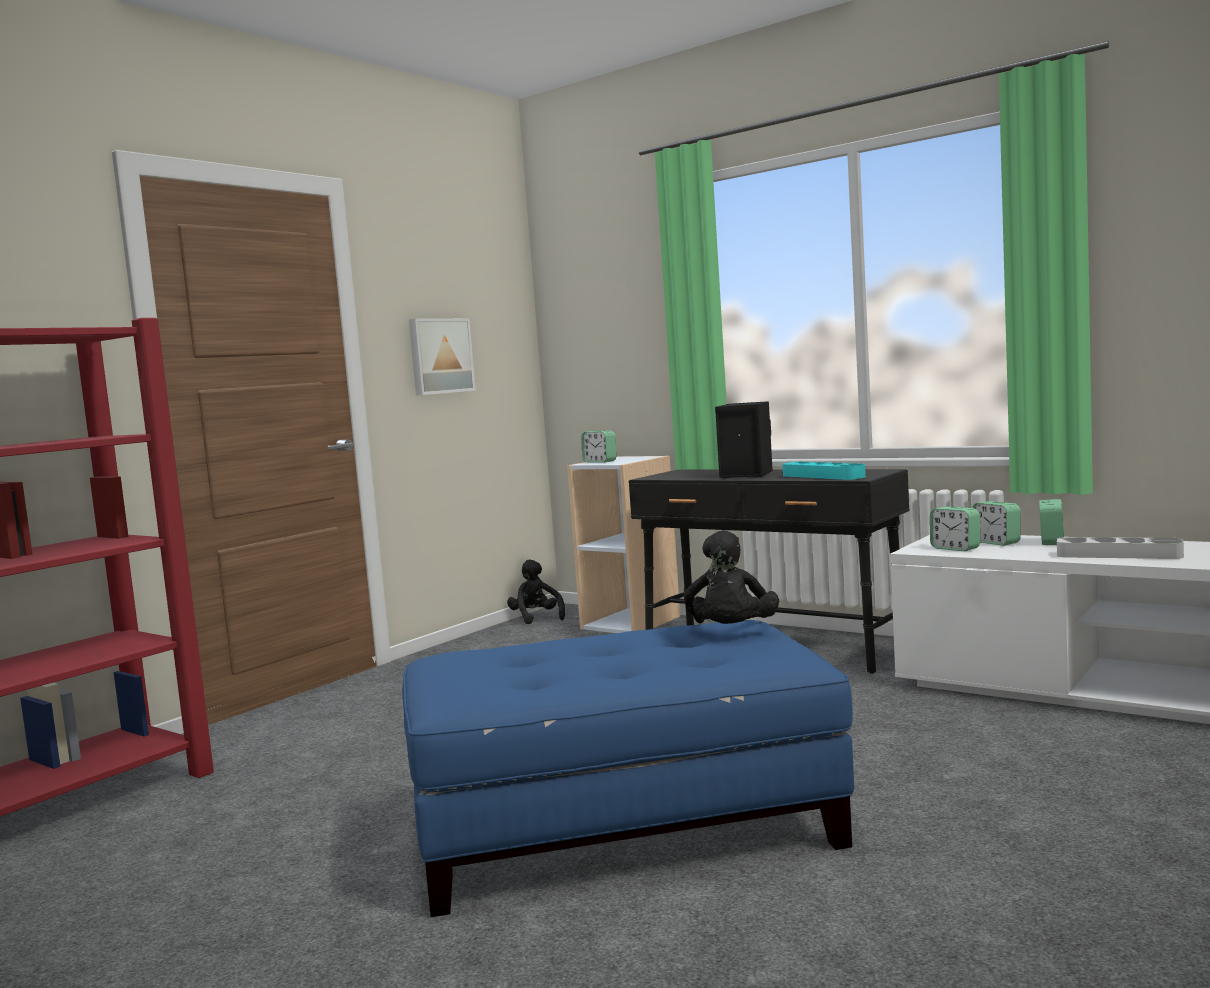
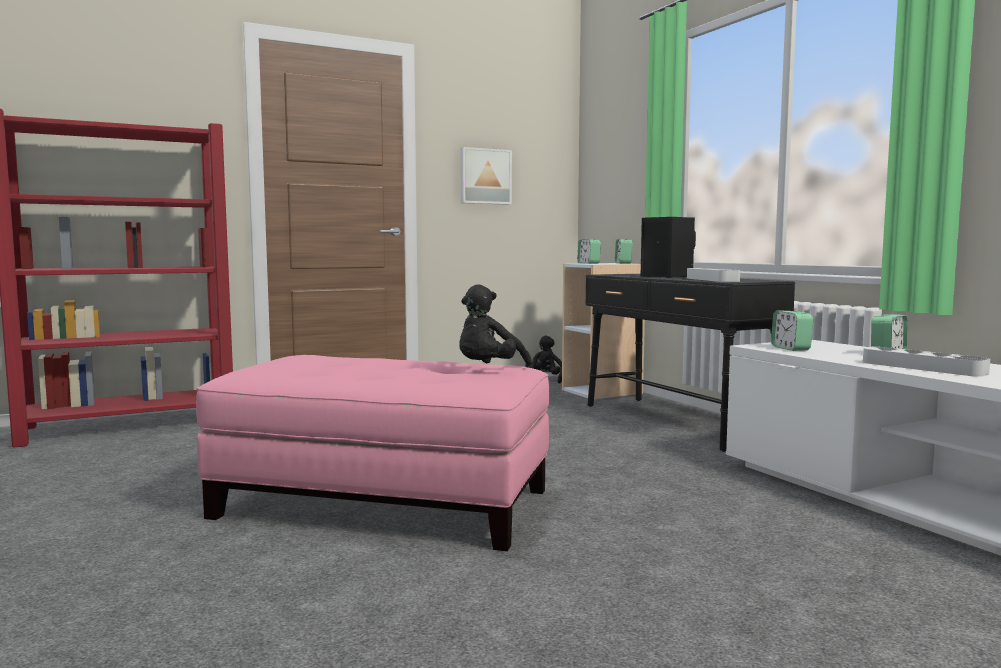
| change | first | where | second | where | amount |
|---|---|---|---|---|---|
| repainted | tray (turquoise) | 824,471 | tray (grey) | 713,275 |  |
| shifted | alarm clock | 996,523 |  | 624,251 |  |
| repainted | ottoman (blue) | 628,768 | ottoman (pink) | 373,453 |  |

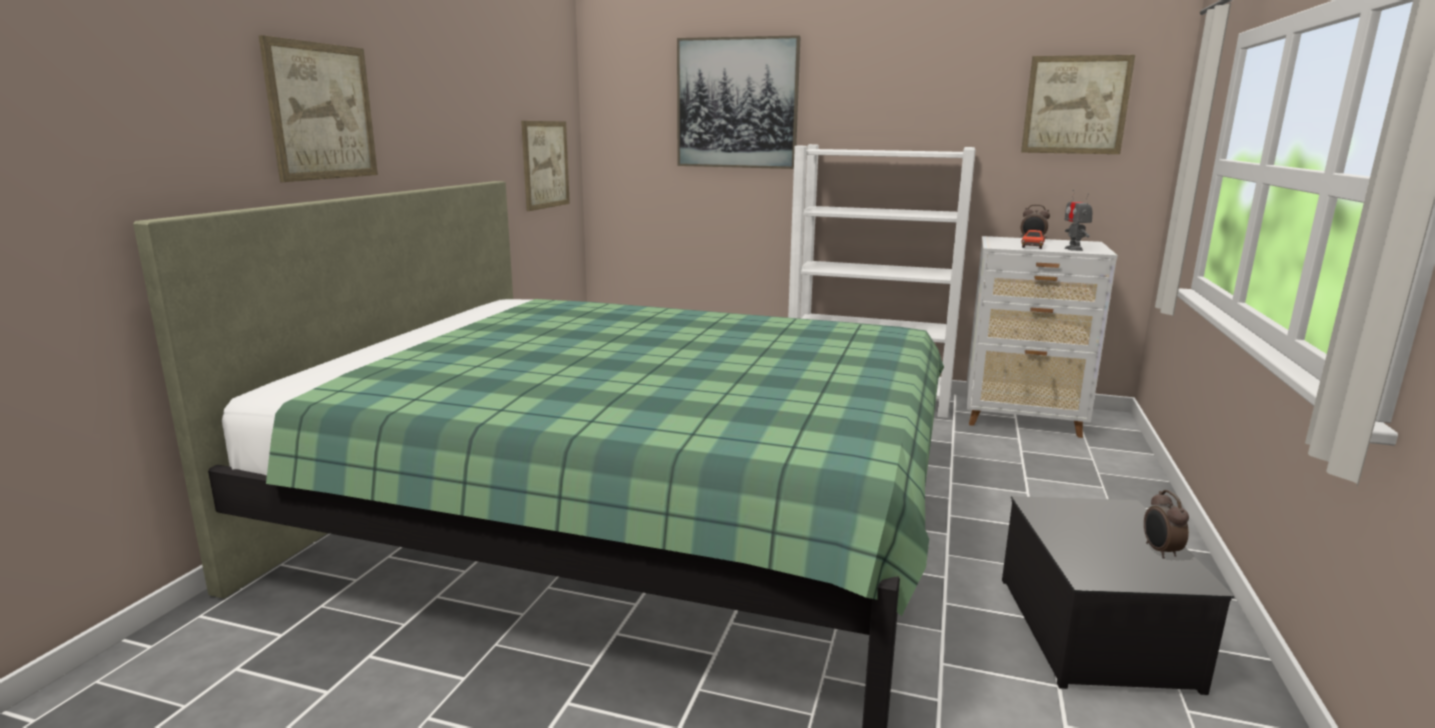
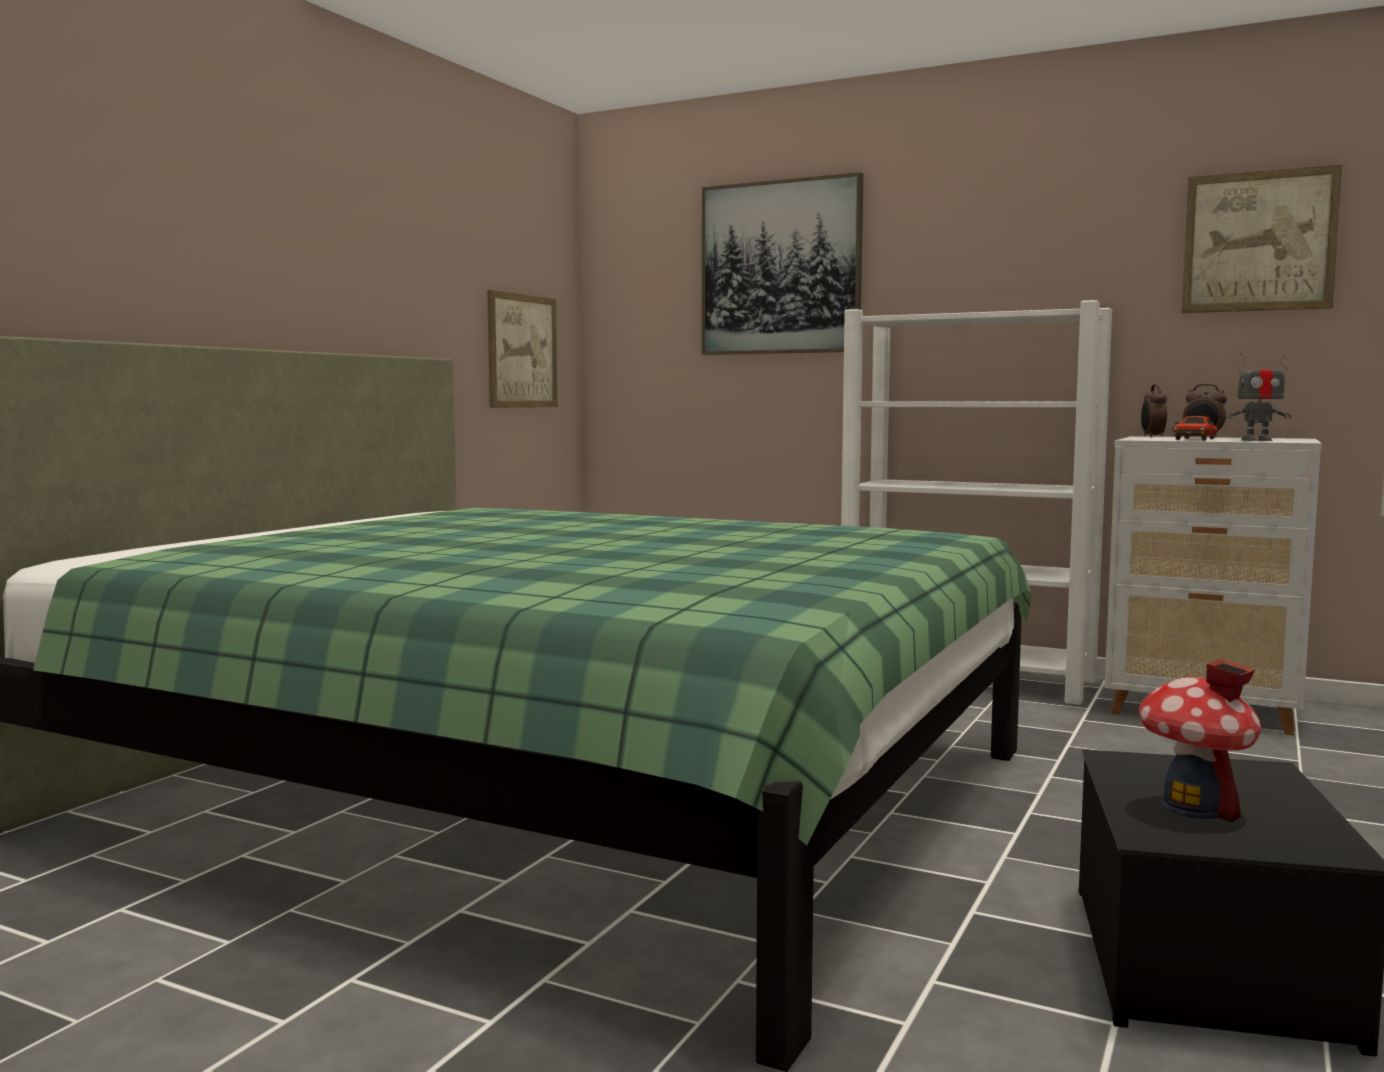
| change | first | where | second | where | amount |
|---|---|---|---|---|---|
| gone | picture | 318,108 |  |  |  |
| rotated | toy robot | 1078,220 |  | 1258,397 | 90 degrees counterclockwise |
| shifted | alarm clock | 1166,524 |  | 1154,410 |  |
| new |  |  | toy house | 1200,740 |  |

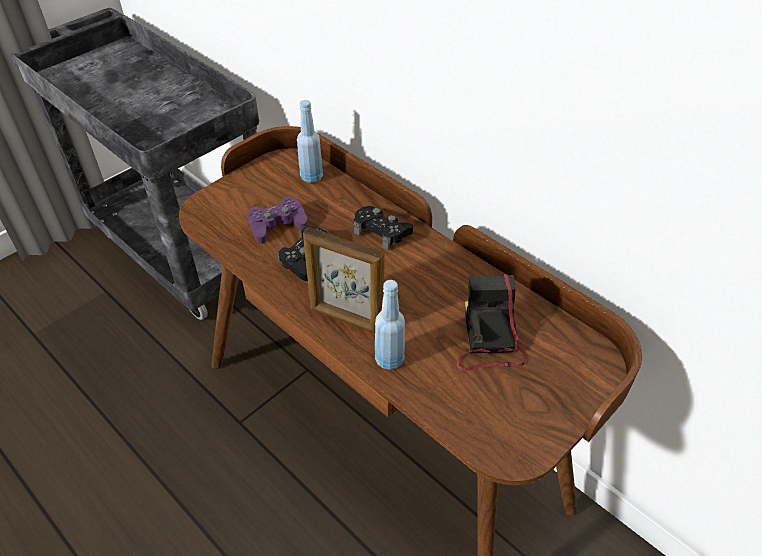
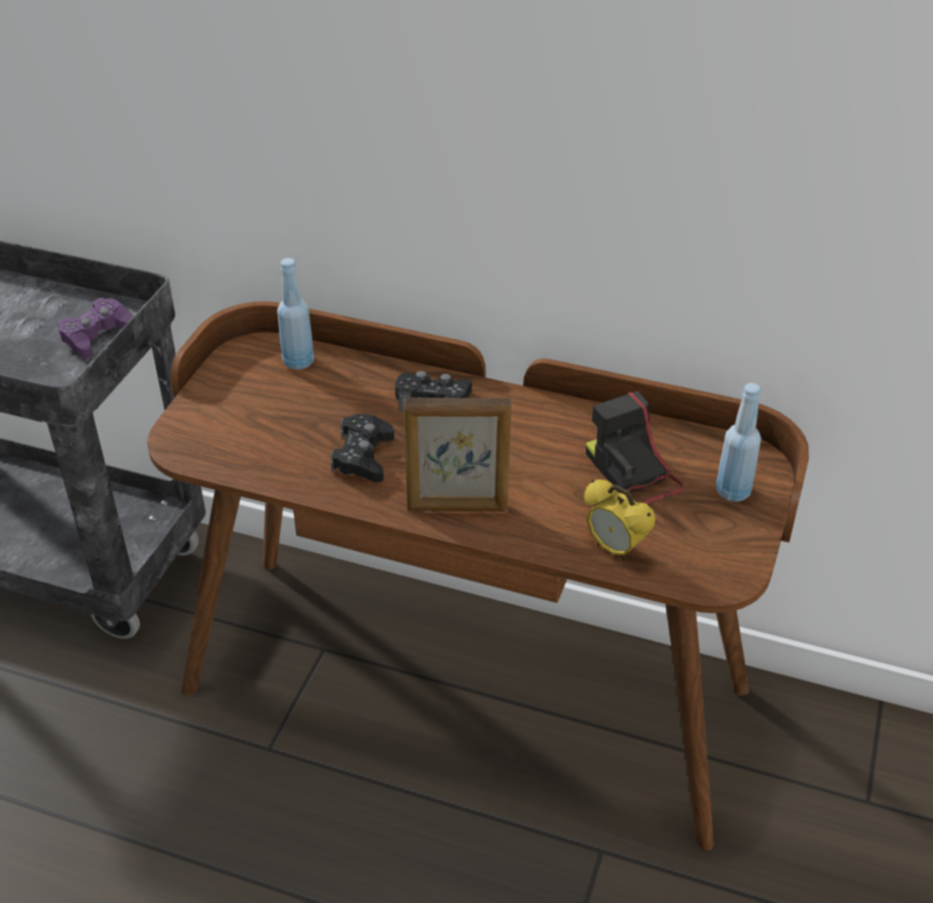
| change | first | where | second | where | amount |
|---|---|---|---|---|---|
| shifted | game controller (purple) | 277,220 |  | 95,328 |  |
| shifted | bottle (blue) | 390,325 |  | 738,442 |  |
| new |  |  | alarm clock | 620,520 |  |

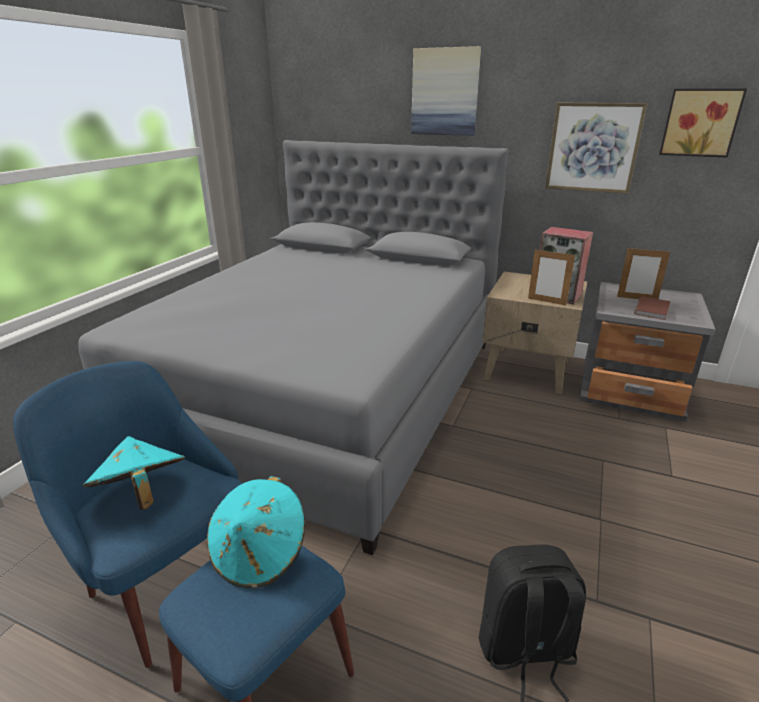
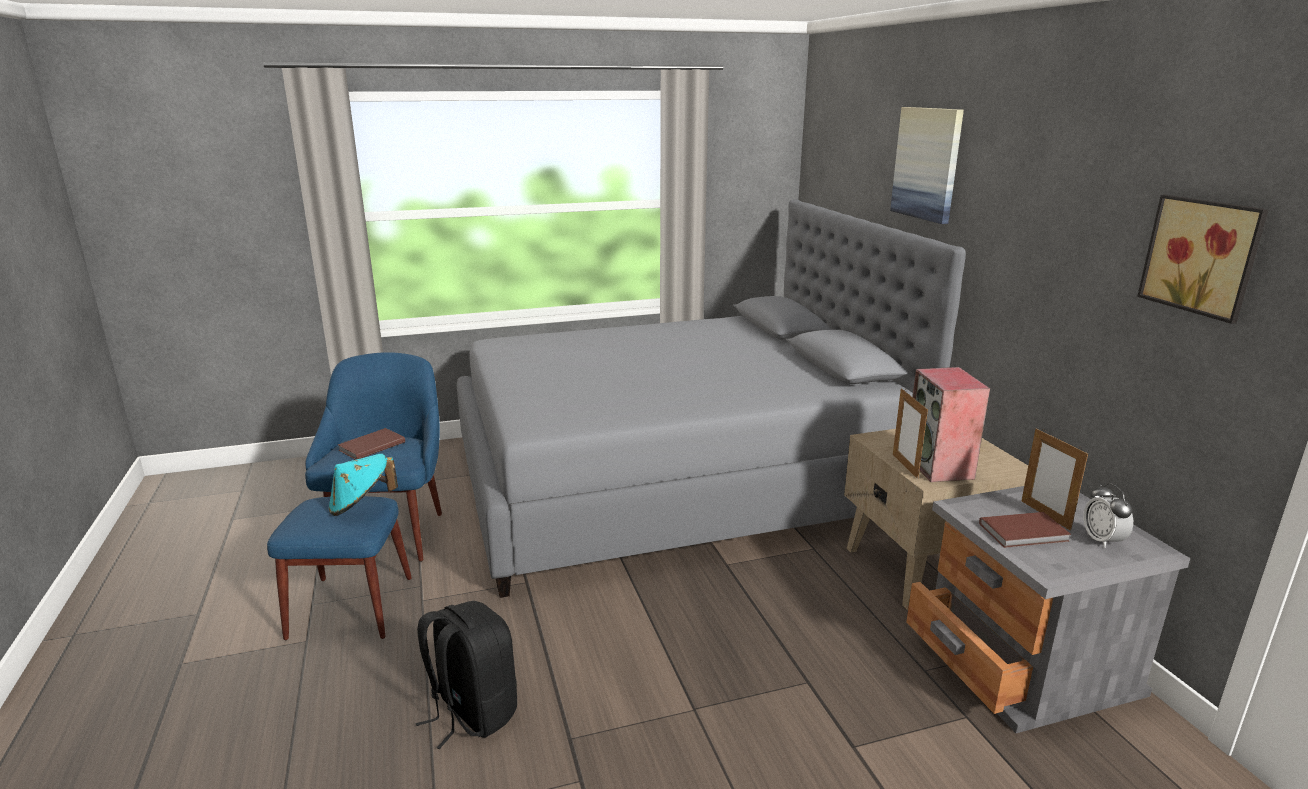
| change | first | where | second | where | amount |
|---|---|---|---|---|---|
| gone | picture | 596,148 |  |  |  |
| swapped | hat (turquoise) | 134,473 | book (brown) | 371,444 |  |
| new |  |  | alarm clock | 1108,515 |  |

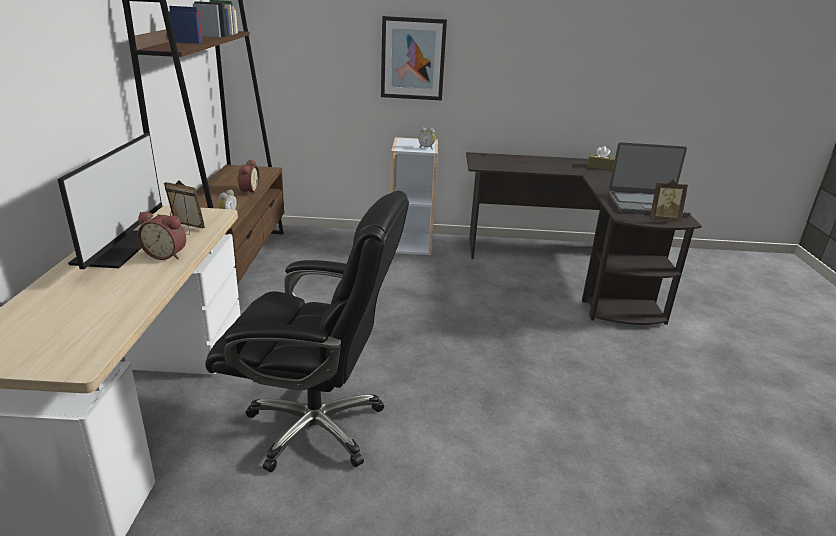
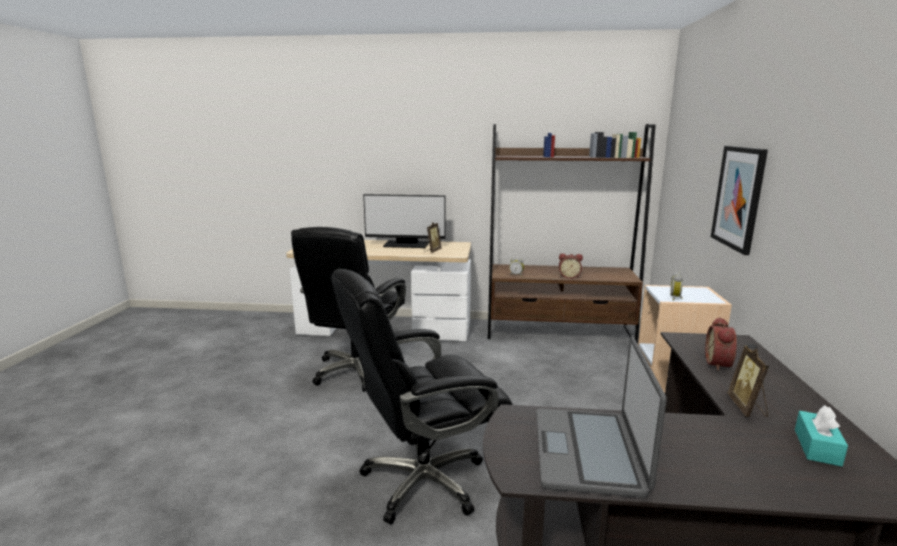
| change | first | where | second | where | amount |
|---|---|---|---|---|---|
| repainted | tissue box (brown) | 601,158 | tissue box (turquoise) | 821,436 |  |
| shifted | picture frame | 668,200 |  | 748,381 |  |
| shifted | alarm clock | 161,236 |  | 721,344 |  |
| new |  |  | office chair (black) | 422,396 |  |

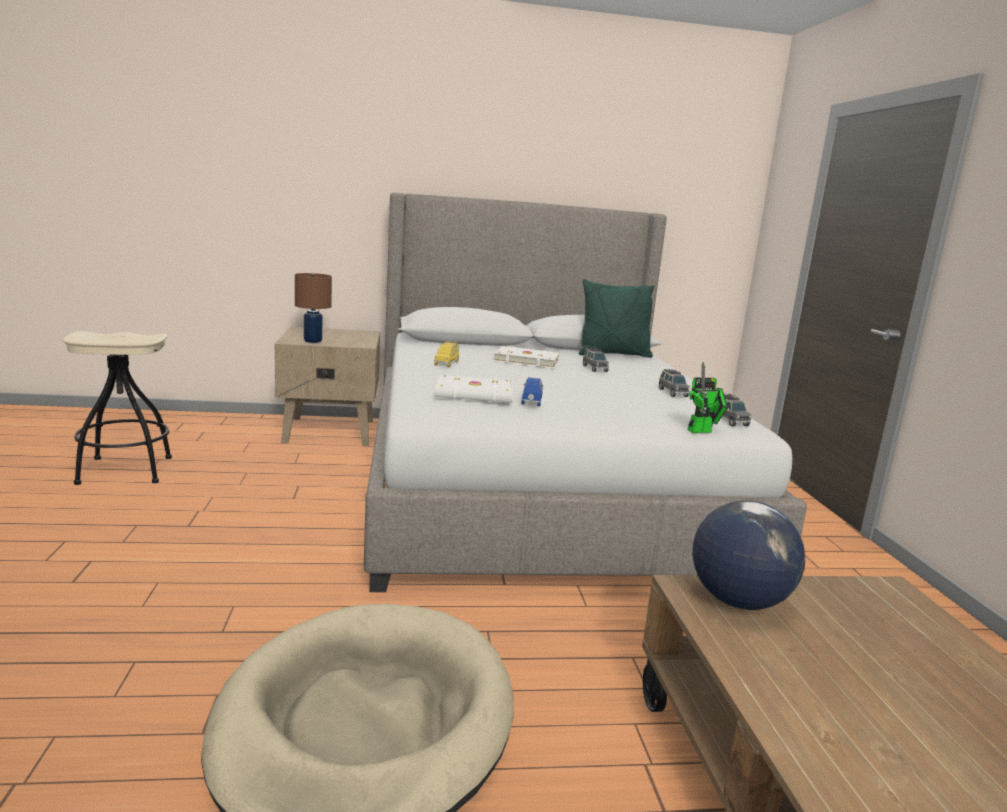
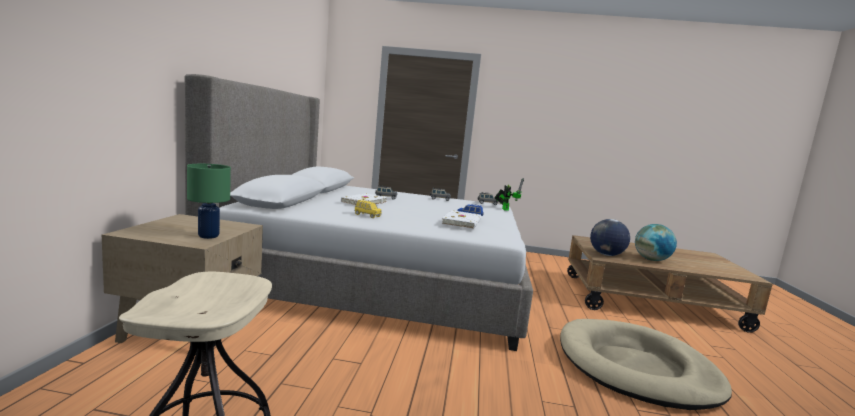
| change | first | where | second | where | amount |
|---|---|---|---|---|---|
| repainted | table lamp (brown) | 313,308 | table lamp (green) | 209,201 |  |
| gone | pillow (green) | 616,318 |  |  |  |
| new |  |  | globe | 656,242 |  |

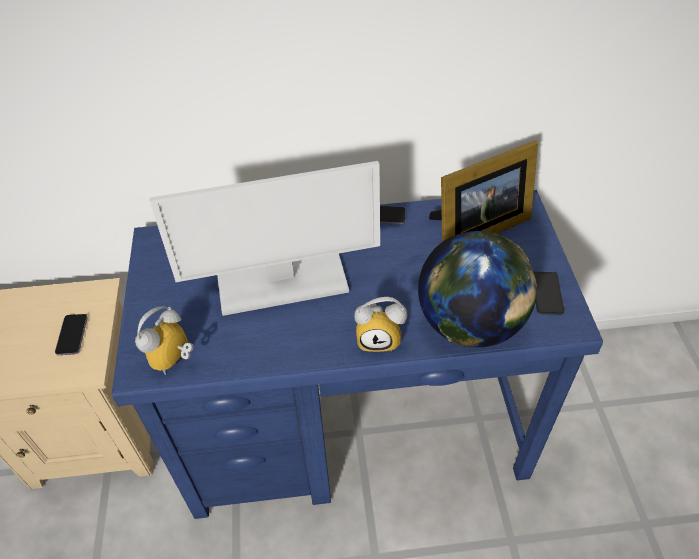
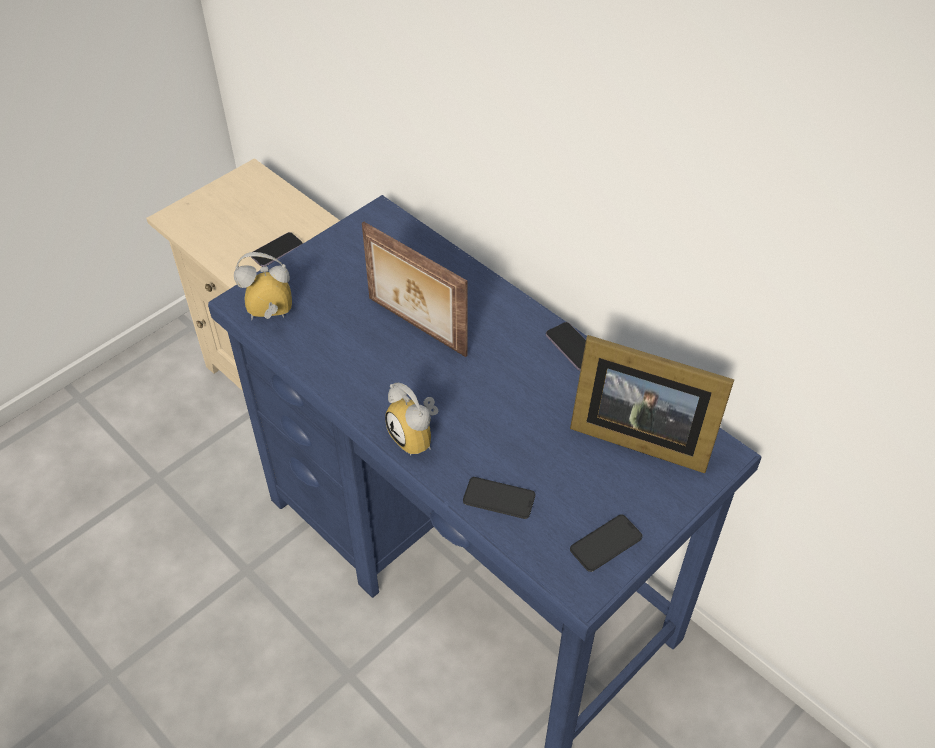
| change | first | where | second | where | amount |
|---|---|---|---|---|---|
| swapped | monitor | 265,238 | picture frame | 415,289 |  |
| swapped | globe | 477,289 | phone | 499,498 |  |

